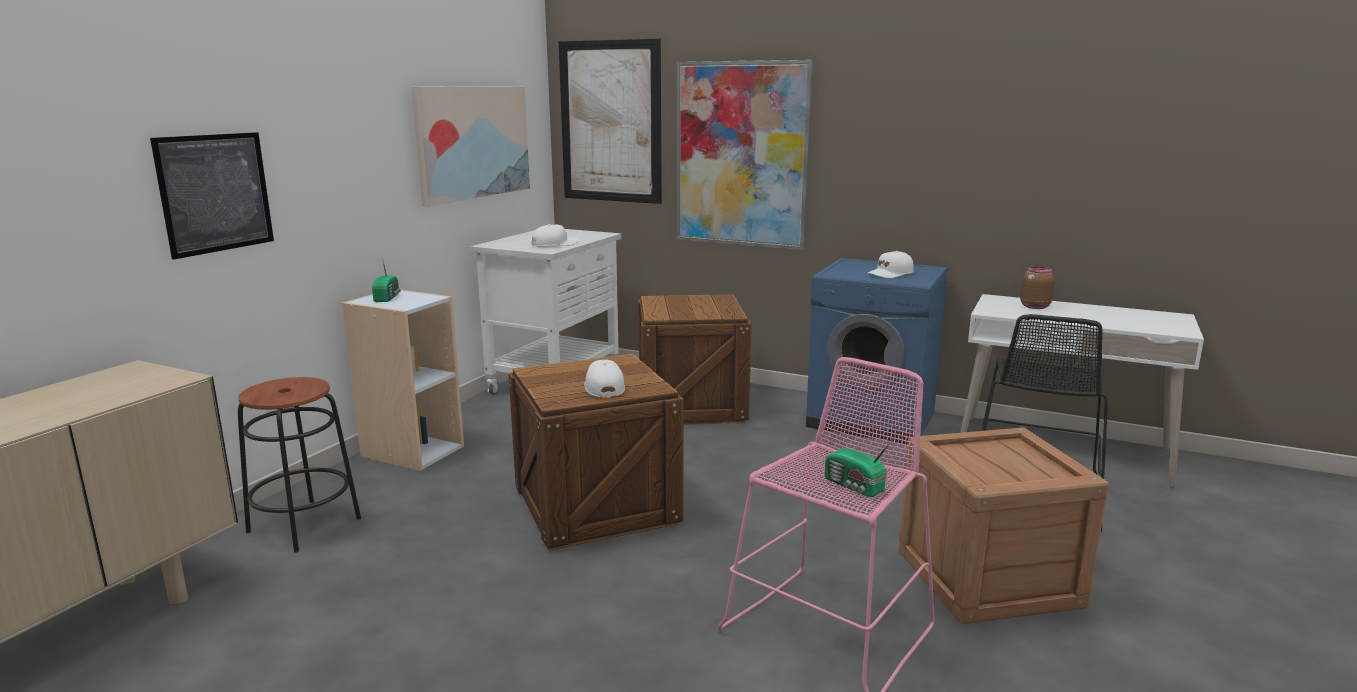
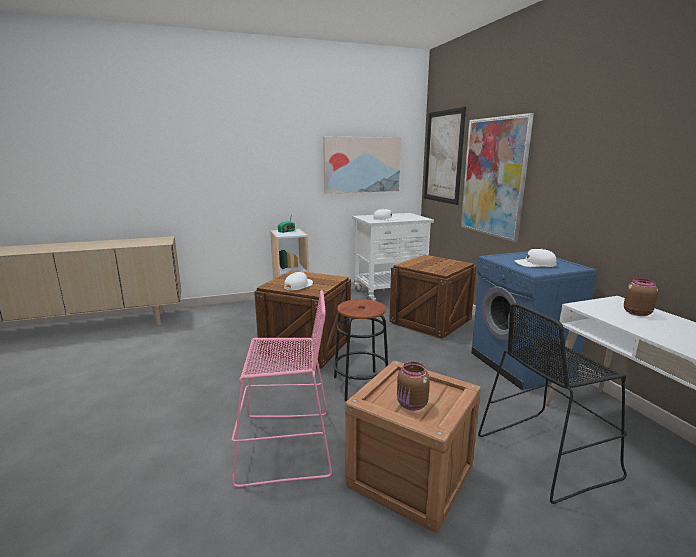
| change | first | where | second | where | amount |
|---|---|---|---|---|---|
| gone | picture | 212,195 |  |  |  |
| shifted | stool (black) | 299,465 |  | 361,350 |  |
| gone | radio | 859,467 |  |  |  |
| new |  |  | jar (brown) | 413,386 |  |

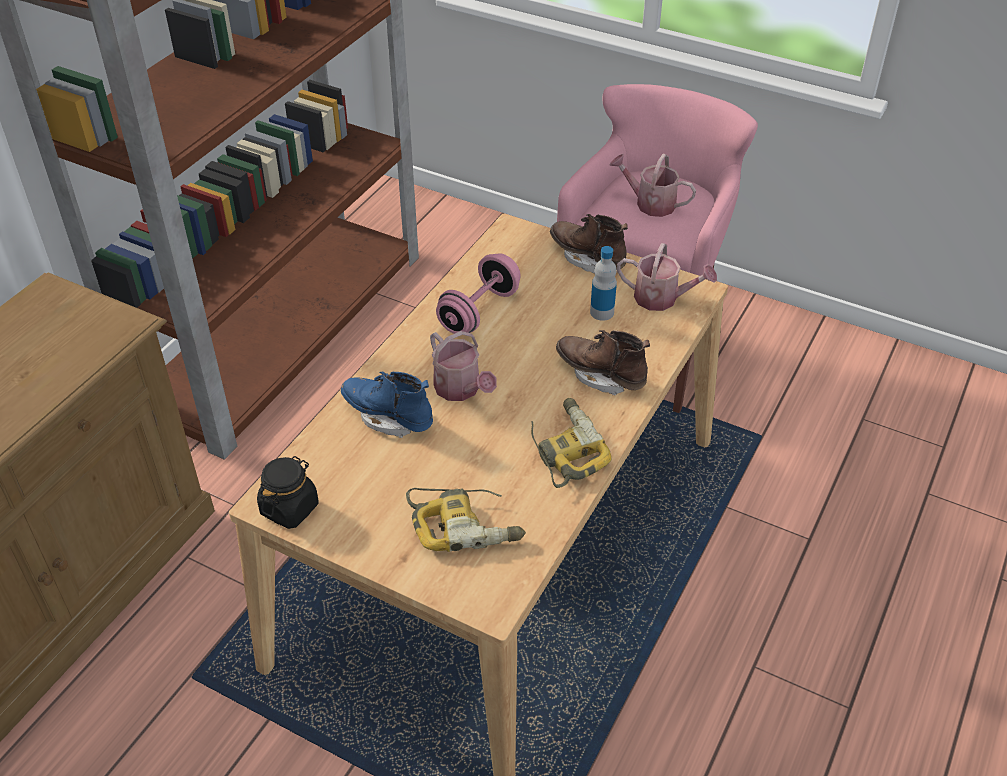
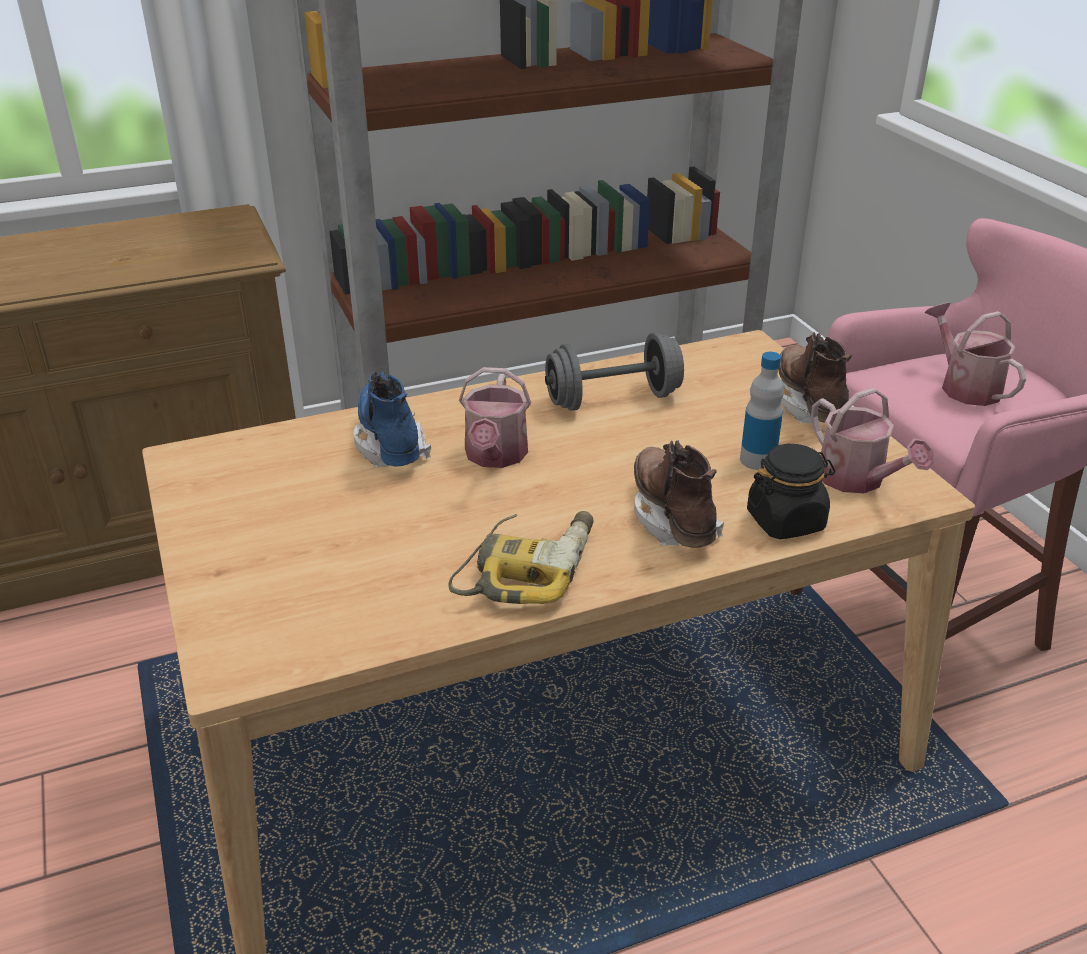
| change | first | where | second | where | amount |
|---|---|---|---|---|---|
| repainted | dumbbell (pink) | 478,293 | dumbbell (grey) | 614,371 |  |
| shifted | jar (black) | 288,492 |  | 791,491 |  |
| gone | power drill | 466,520 |  |  |  |

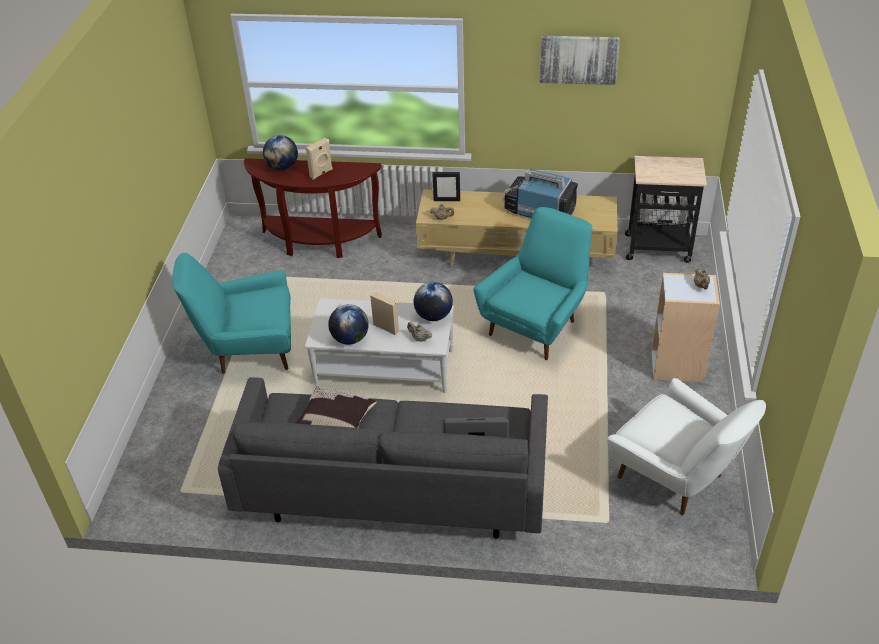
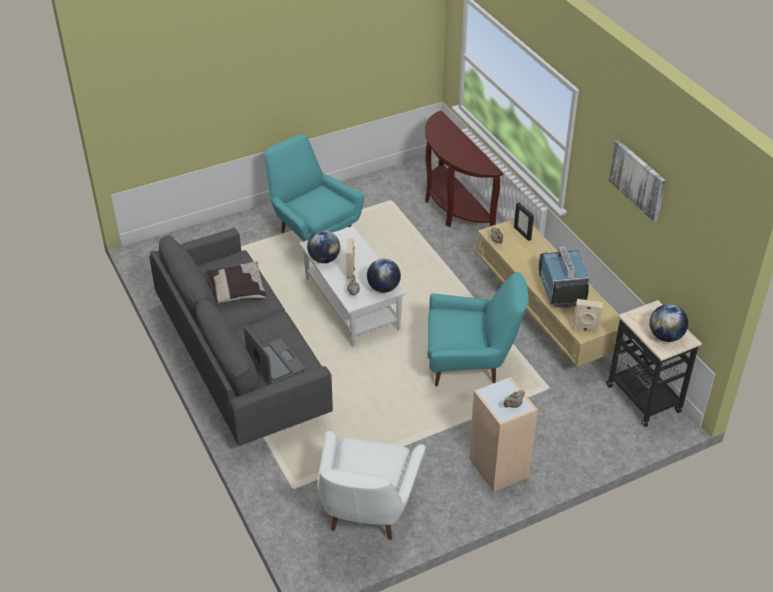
| change | first | where | second | where | amount |
|---|---|---|---|---|---|
| shifted | globe | 280,152 |  | 668,323 |  |
| shifted | speaker (beige) | 319,159 |  | 587,315 |  |

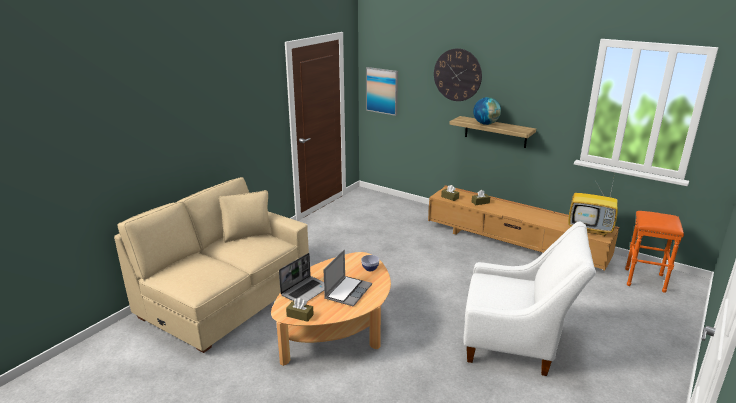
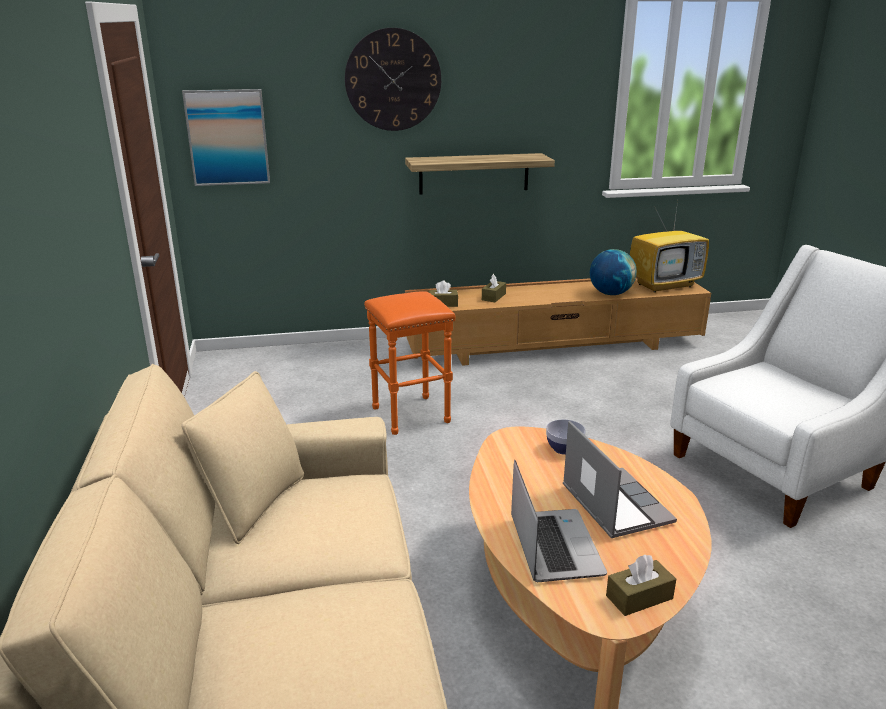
| change | first | where | second | where | amount |
|---|---|---|---|---|---|
| shifted | globe | 487,111 |  | 613,272 |  |
| shifted | stool (orange) | 654,252 |  | 410,363 |  |

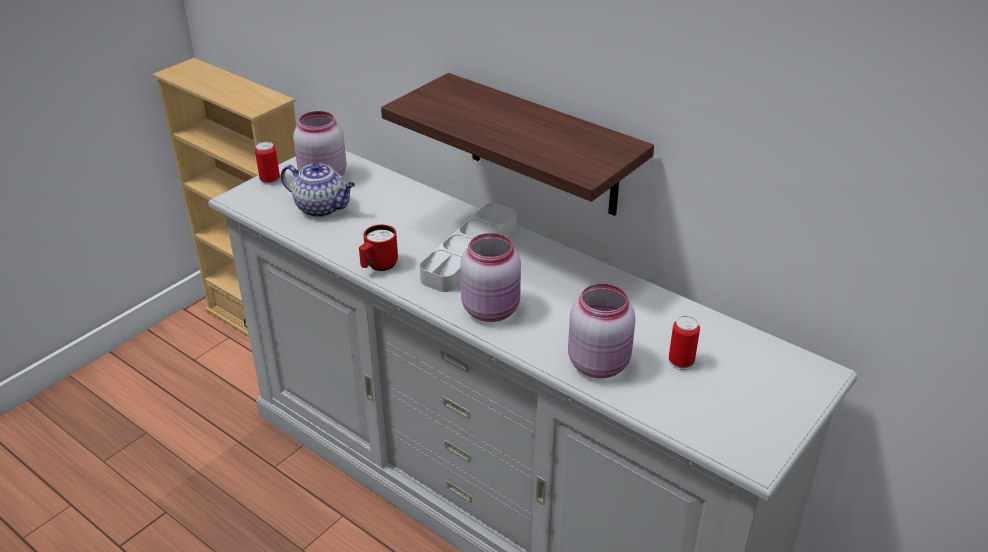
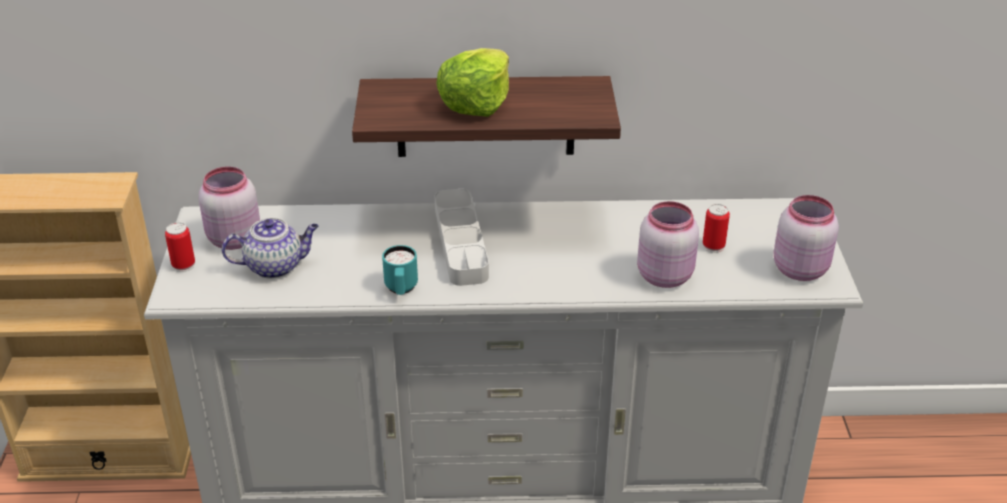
| change | first | where | second | where | amount |
|---|---|---|---|---|---|
| repainted | mug (red) | 378,247 | mug (turquoise) | 400,270 |  |
| shifted | jar (pink) | 490,277 |  | 806,238 |  |
| new |  |  | lettuce | 473,82 |  |

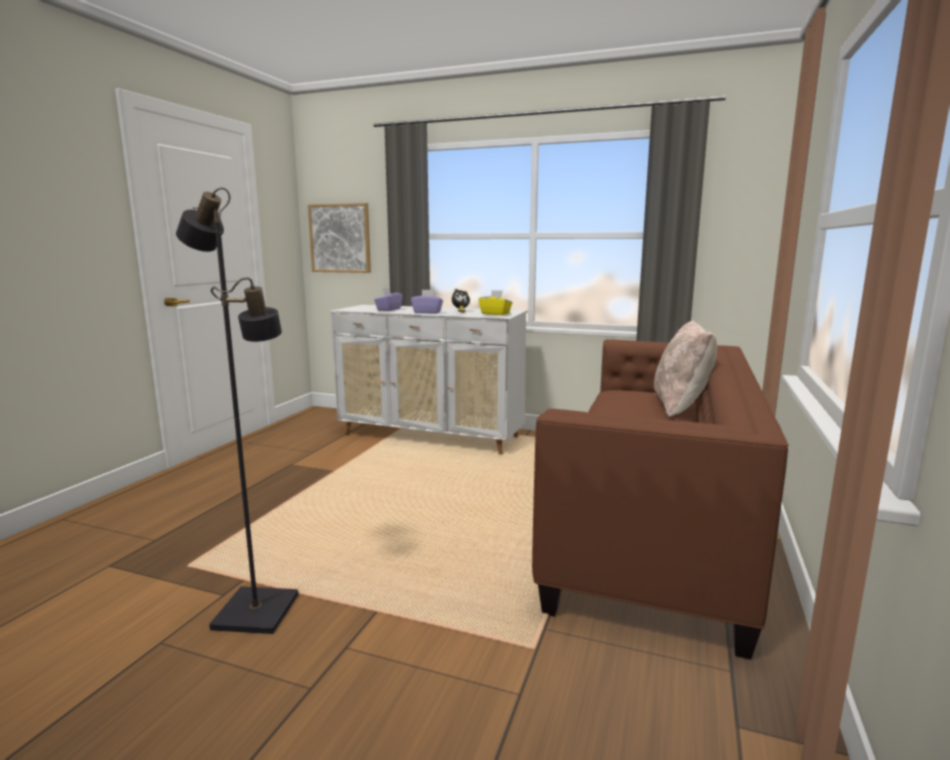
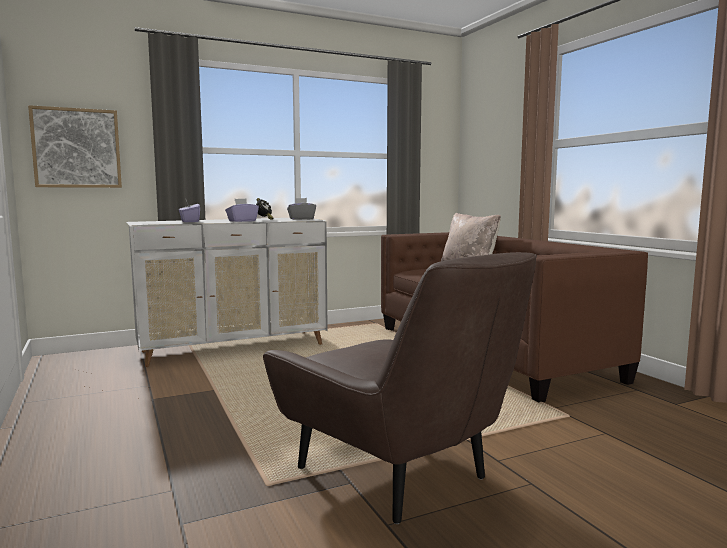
| change | first | where | second | where | amount |
|---|---|---|---|---|---|
| swapped | floor lamp (black) | 237,410 | armchair (brown) | 400,388 |  |
| repainted | tissue box (yellow) | 495,302 | tissue box (grey) | 301,209 |  |

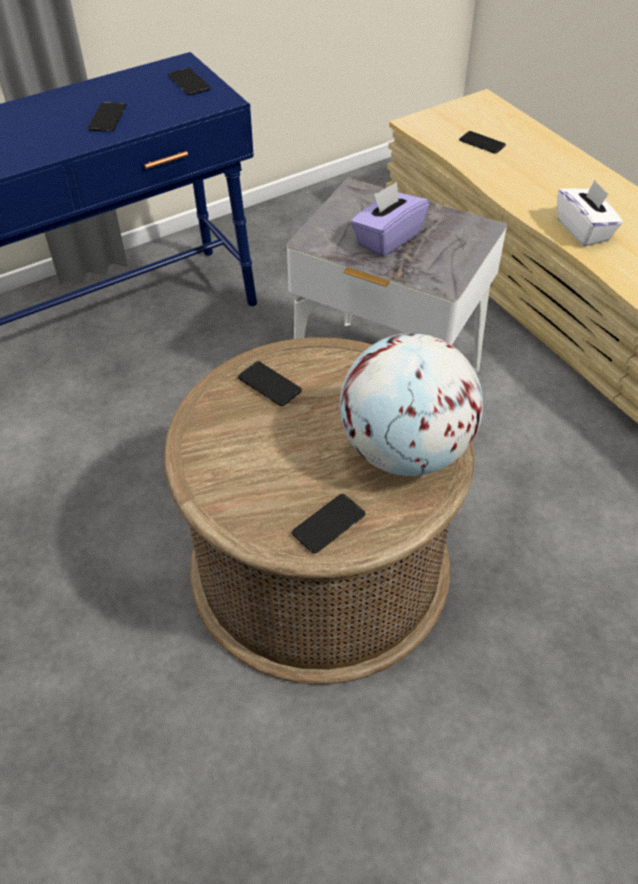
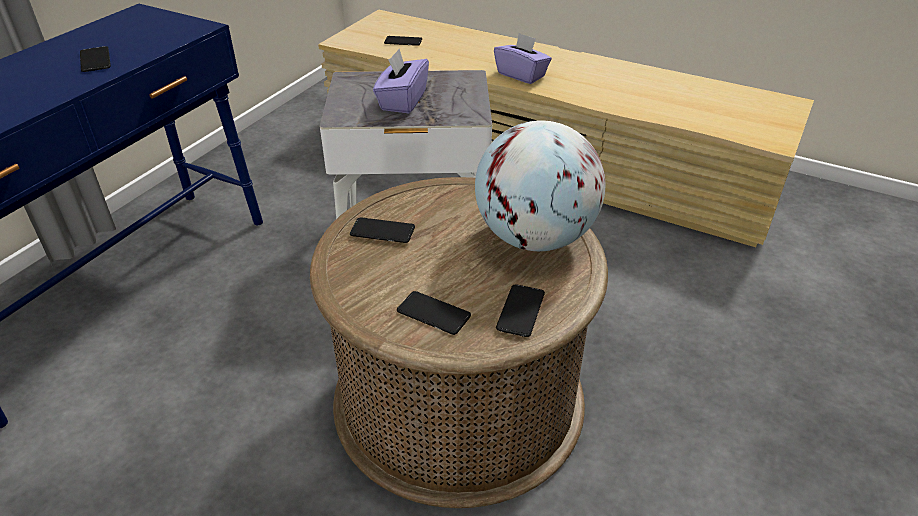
| change | first | where | second | where | amount |
|---|---|---|---|---|---|
| shifted | phone | 189,81 |  | 434,313 |  |
| repainted | tissue box (white) | 590,213 | tissue box (purple) | 523,58 |  |

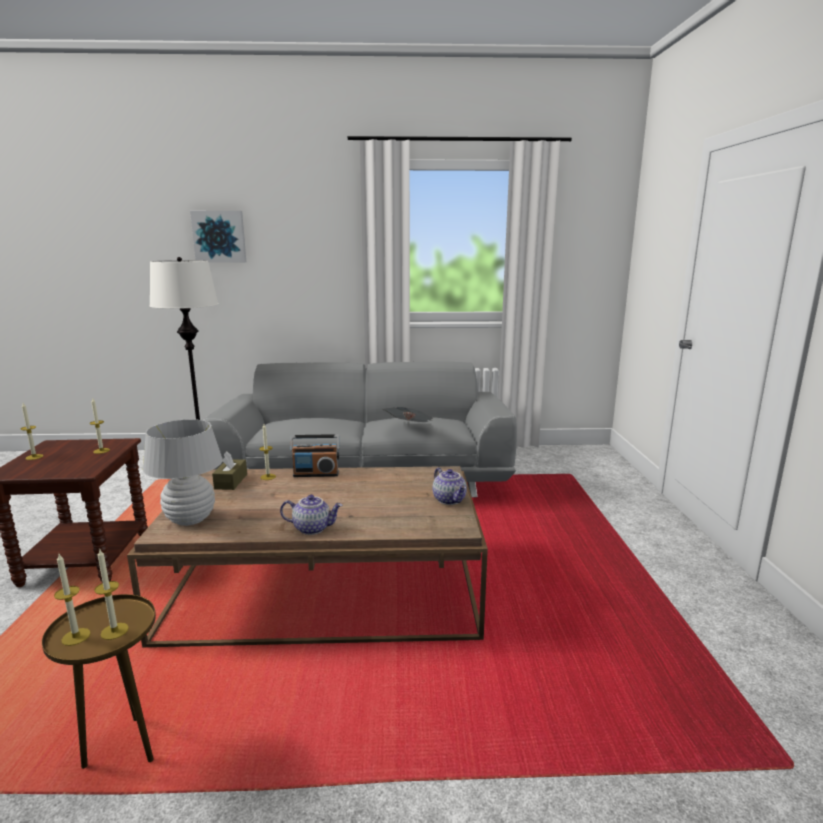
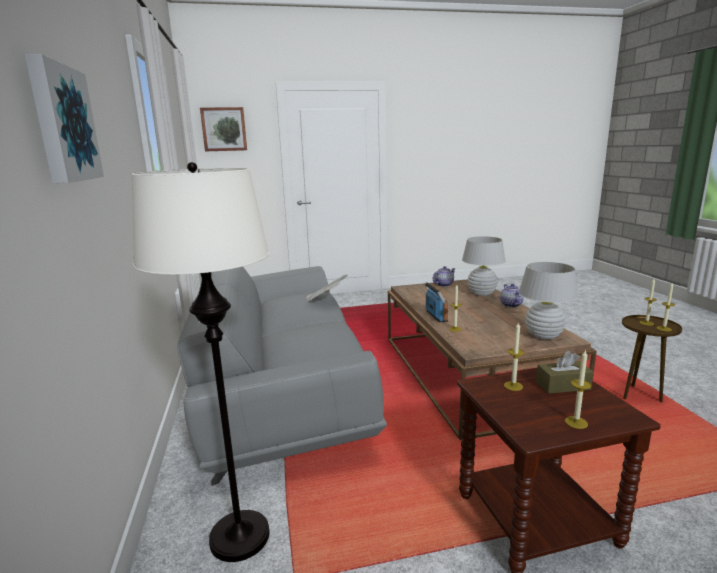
| change | first | where | second | where | amount |
|---|---|---|---|---|---|
| shifted | tissue box (brown) | 229,470 |  | 565,372 |  |
| new |  |  | picture | 223,129 |  |
| new |  |  | table lamp (white) | 484,266 |  |

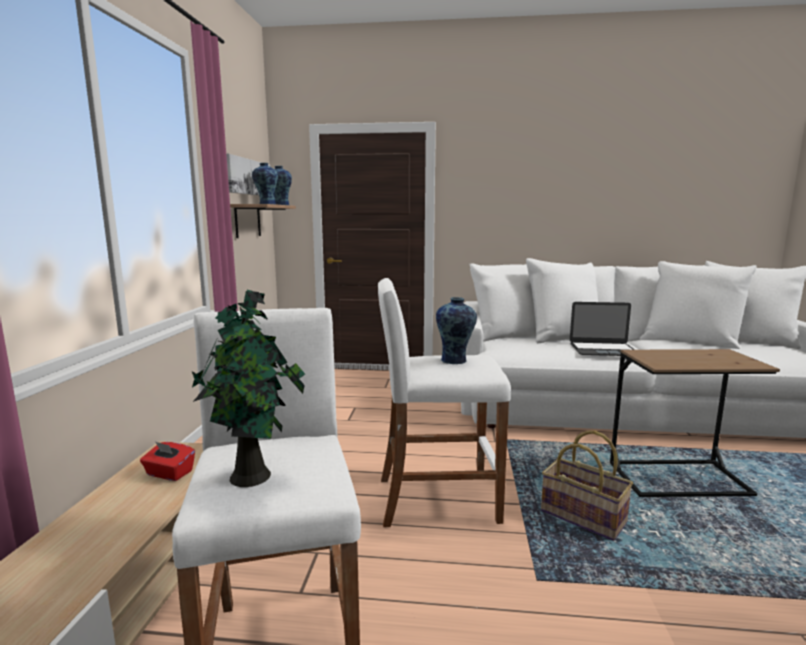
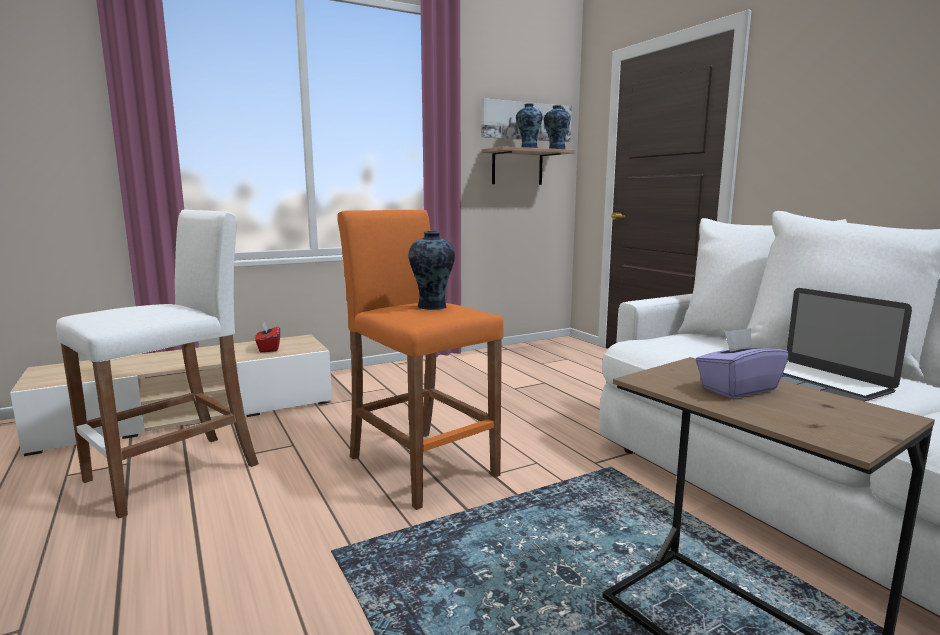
| change | first | where | second | where | amount |
|---|---|---|---|---|---|
| repainted | stool (white) | 444,402 | stool (orange) | 420,359 |  |
| gone | potted plant | 248,388 |  |  |  |
| gone | basket | 587,485 |  |  |  |
| new |  |  | tissue box (purple) | 742,363 |  |

